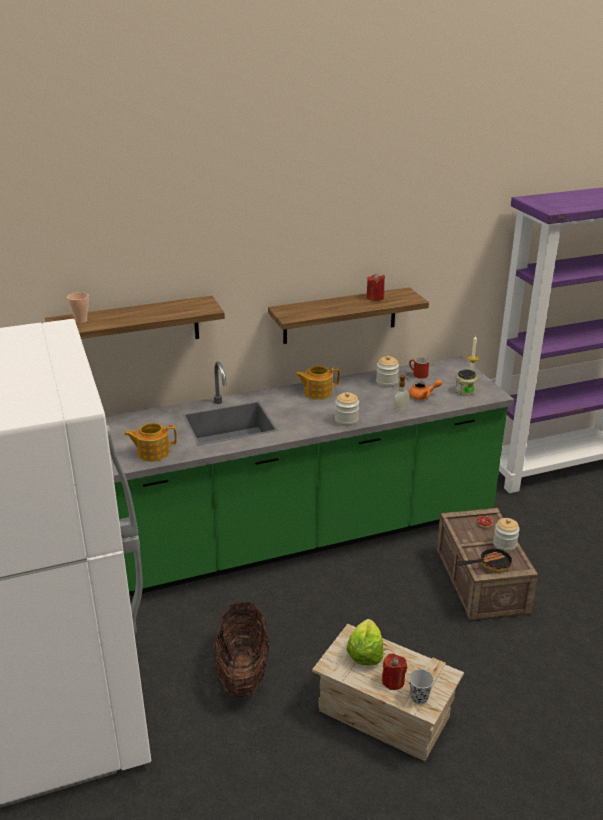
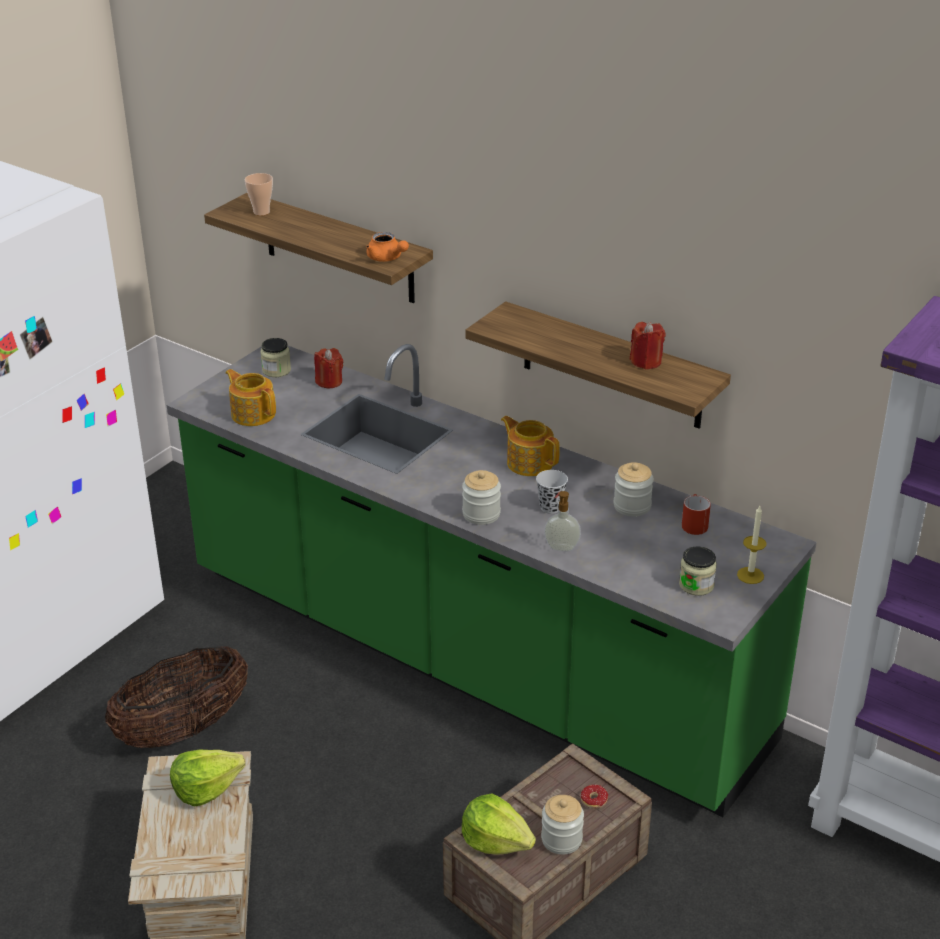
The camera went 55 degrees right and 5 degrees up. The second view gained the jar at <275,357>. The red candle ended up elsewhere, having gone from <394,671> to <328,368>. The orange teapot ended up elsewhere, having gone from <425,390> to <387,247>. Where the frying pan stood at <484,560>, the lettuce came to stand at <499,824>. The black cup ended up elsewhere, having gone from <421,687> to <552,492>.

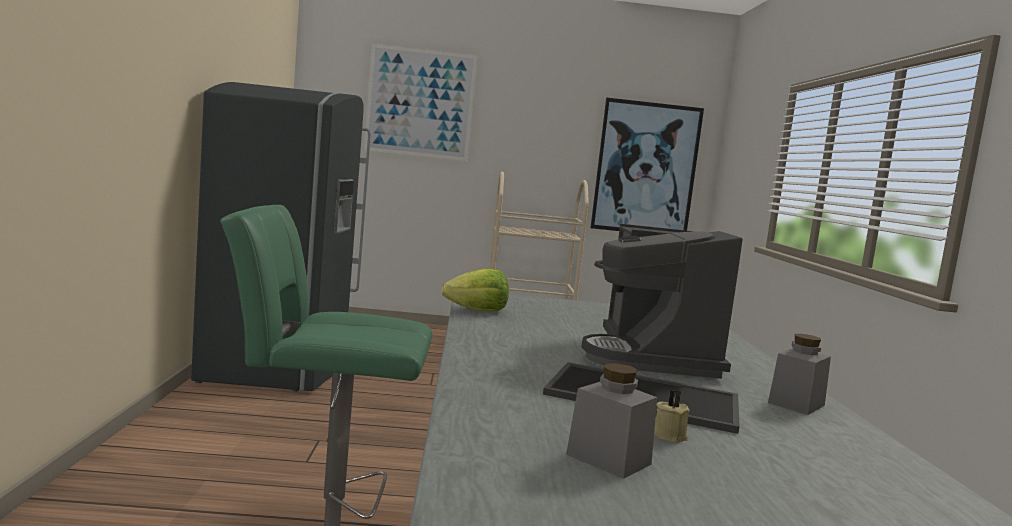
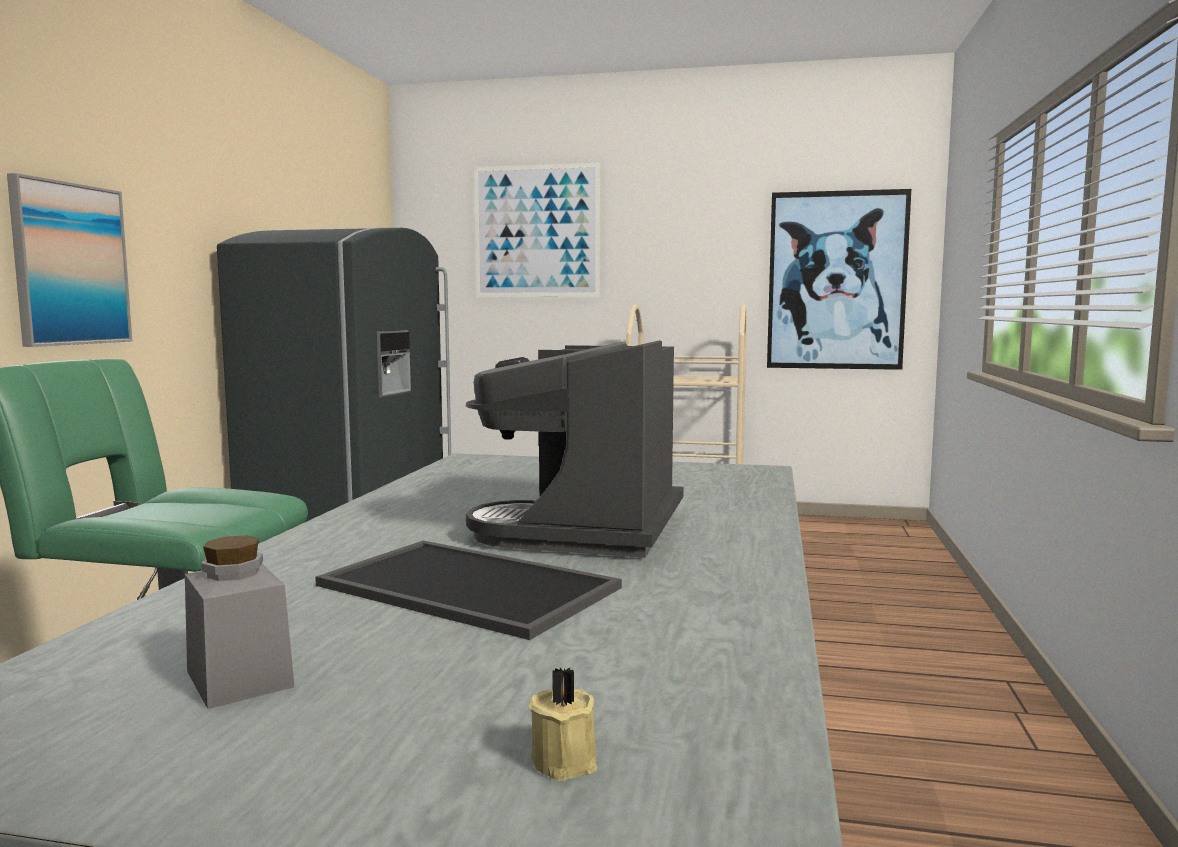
The camera went 15 degrees right and 0 degrees up. The second view gained the picture at <69,260>. The beige candle ended up elsewhere, having gone from <671,416> to <563,724>. The second view lost the lettuce at <475,290>. The second view lost the grey jar at <799,374>.

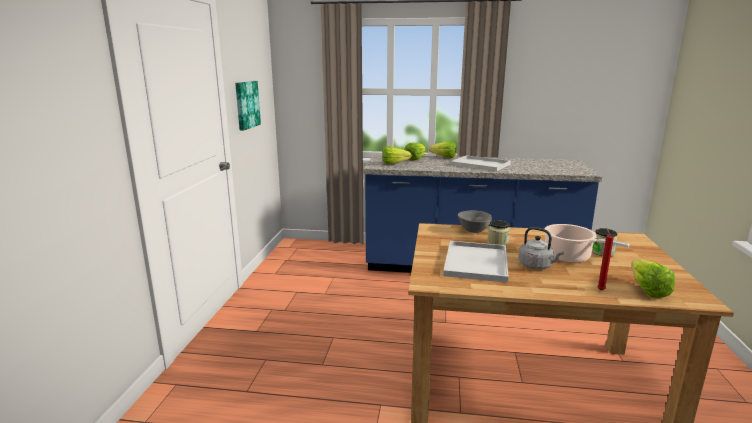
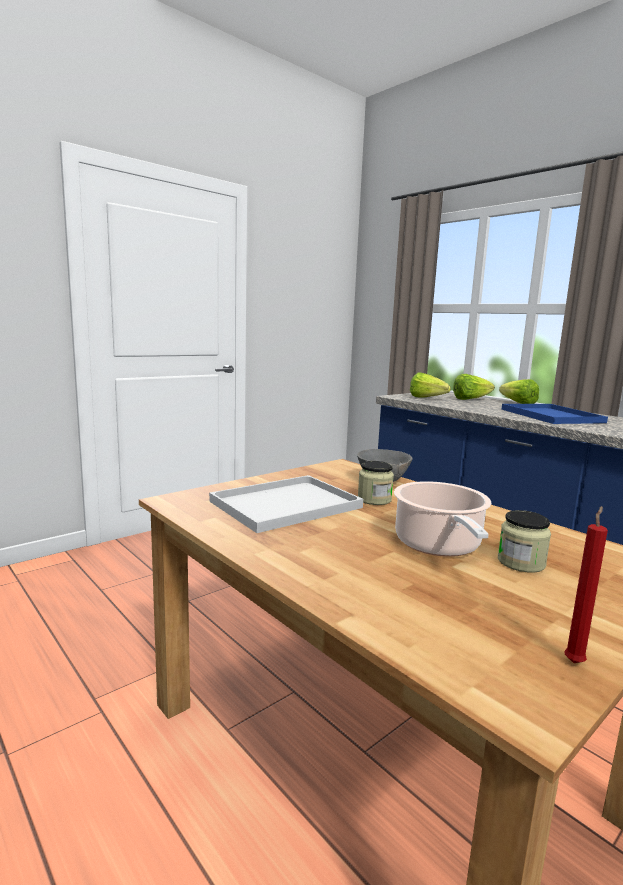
The camera went 40 degrees right and 5 degrees down. What was the white tray at <480,163> turned into the blue tray at <554,414>. The red candle ended up elsewhere, having gone from <605,259> to <586,584>. The second view lost the picture at <248,105>. The second view lost the grey kettle at <541,248>. The second view lost the lettuce at <653,278>.

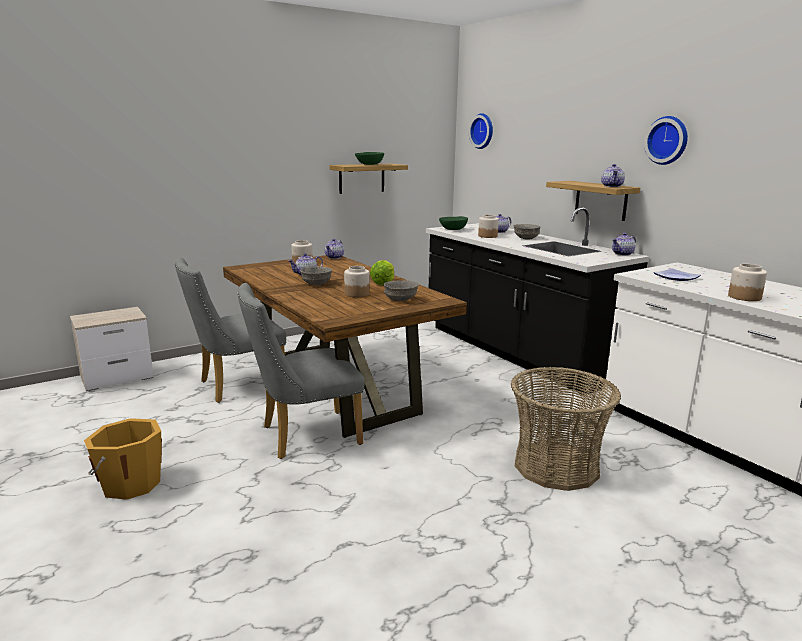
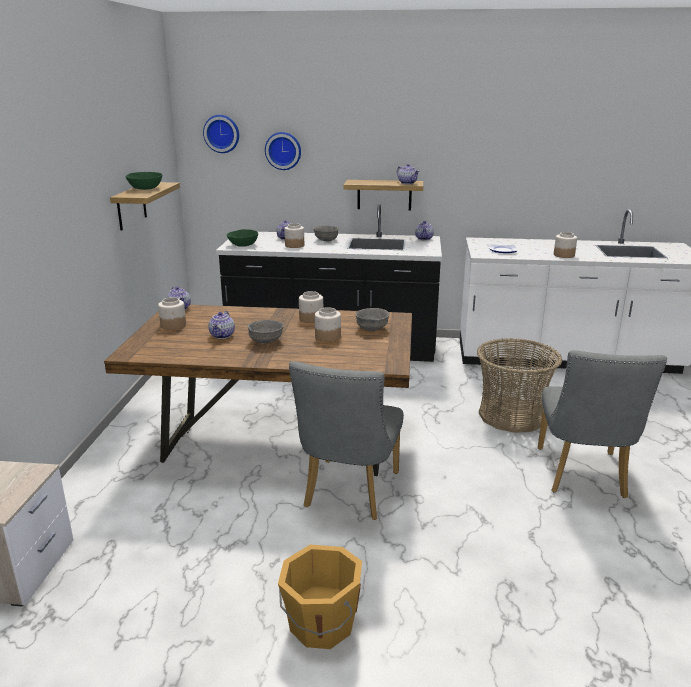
The camera went 50 degrees left and 5 degrees up. The wall clock ended up elsewhere, having gone from <666,140> to <283,151>. Where the lettuce stood at <382,272>, the jar came to stand at <311,307>. The grey chair ended up elsewhere, having gone from <230,330> to <602,424>.

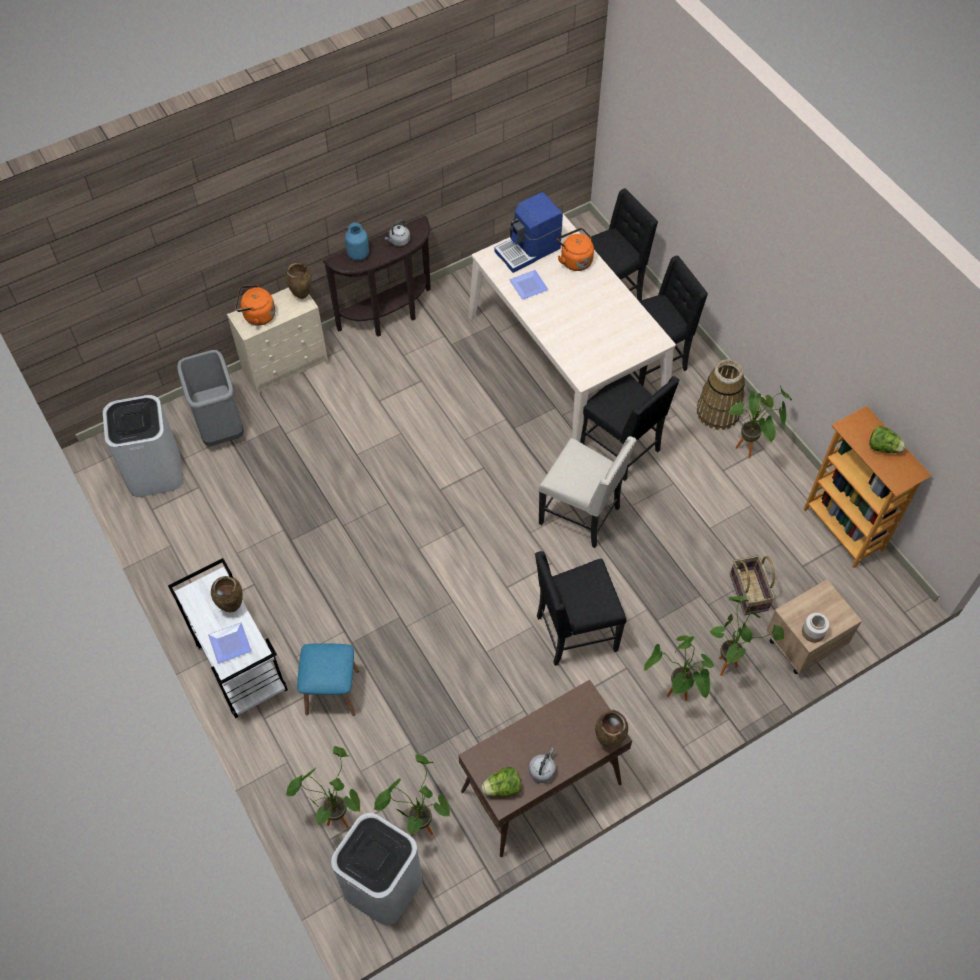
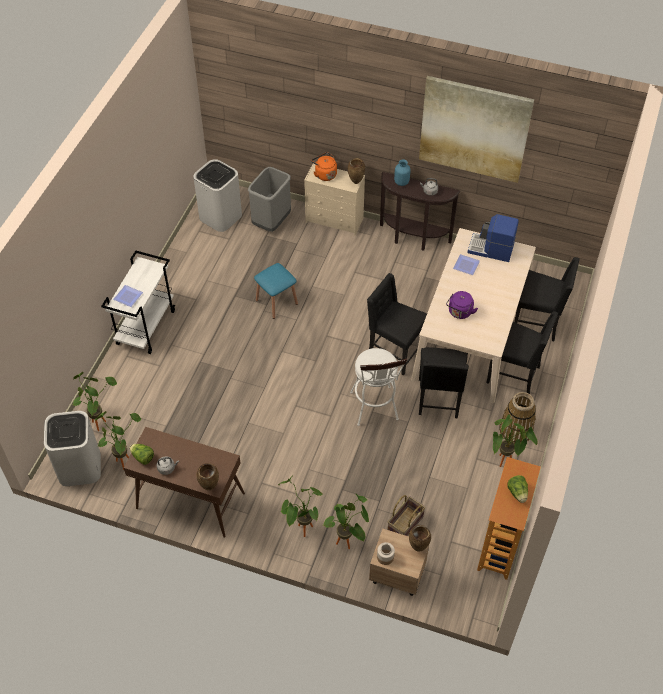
The camera went 50 degrees right and 5 degrees down. The blue stool ended up elsewhere, having gone from <328,679> to <276,291>. Where the beige chair stood at <587,492>, the white stool came to stand at <378,387>. The black chair ended up elsewhere, having gone from <580,608> to <397,324>. The brown vase ended up elsewhere, having gone from <227,594> to <420,538>. The second view gained the picture at <476,129>. The second view gained the purple kettle at <462,305>. The second view lost the orange kettle at <575,249>.

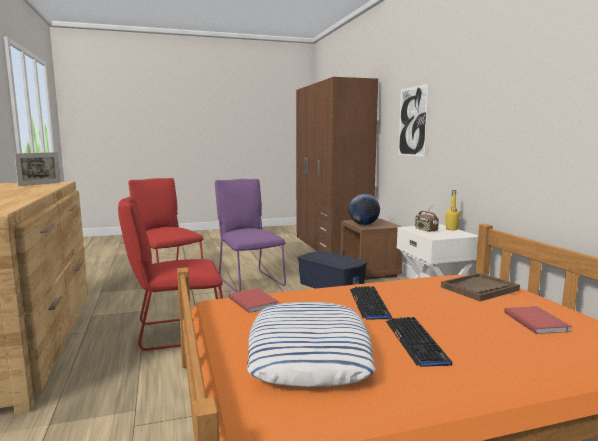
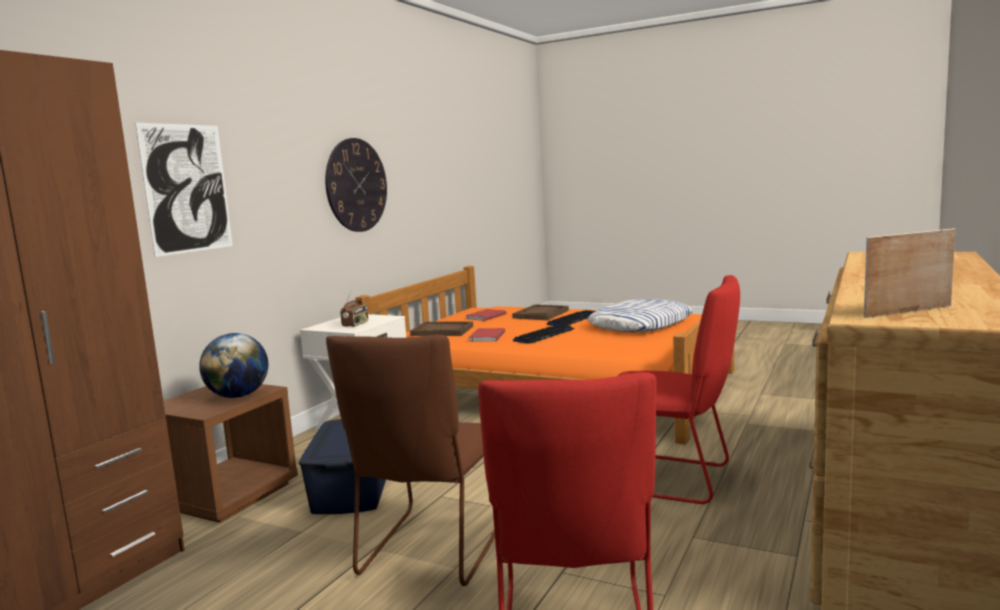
The camera went 135 degrees left and 0 degrees up. The second view gained the wall clock at <356,185>. What was the purple chair at <250,235> turned into the brown chair at <410,460>. The red book ended up elsewhere, having gone from <254,300> to <486,335>. The second view gained the brown tray at <540,312>. The second view lost the yellow bottle at <452,210>.

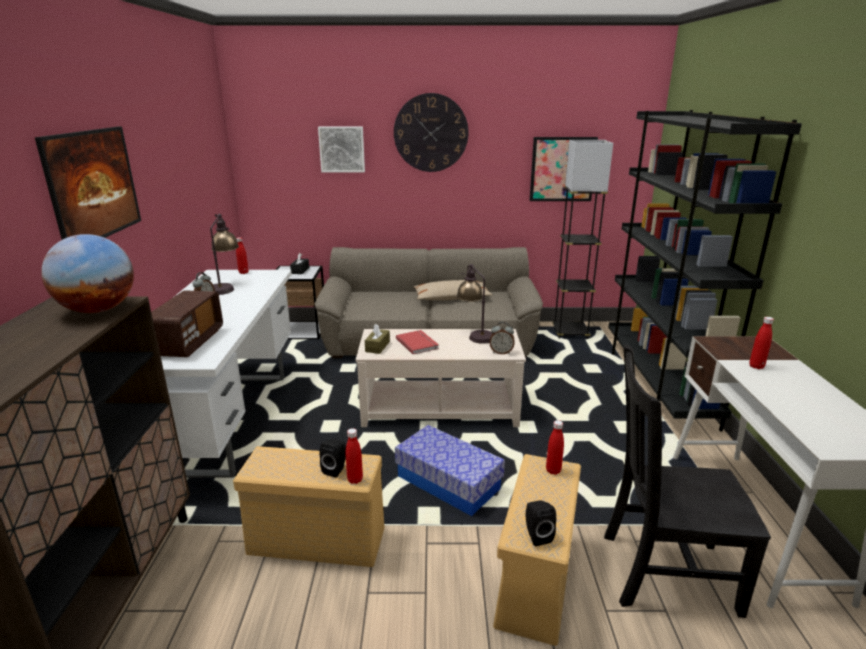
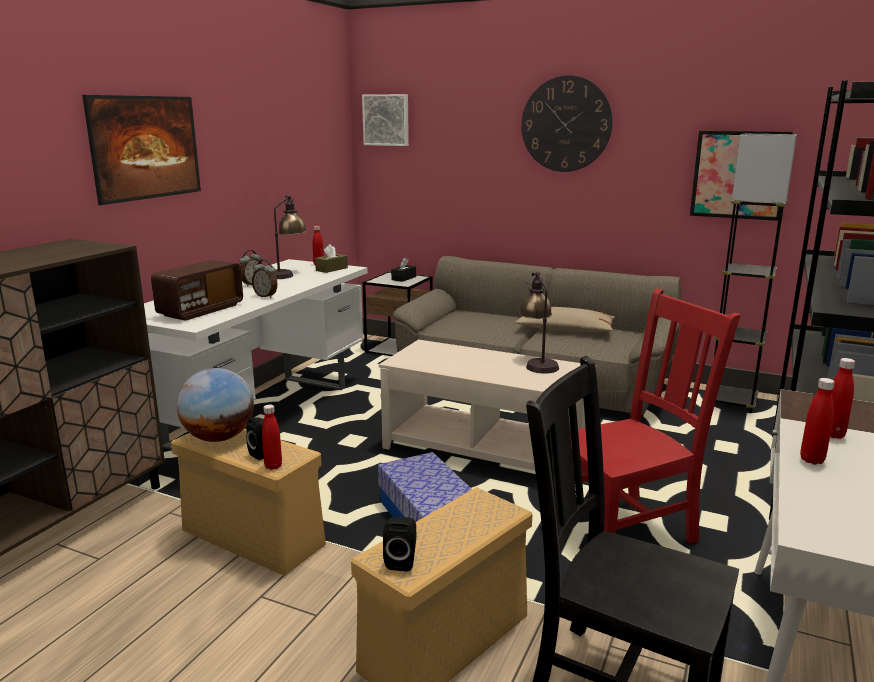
The camera went 25 degrees right and 5 degrees down. The globe ended up elsewhere, having gone from <87,273> to <215,405>. The alarm clock ended up elsewhere, having gone from <502,338> to <265,278>. The brown tissue box ended up elsewhere, having gone from <377,338> to <331,258>. The picture ended up elsewhere, having gone from <341,149> to <385,120>. The second view gained the red chair at <655,415>. The red bottle ended up elsewhere, having gone from <555,447> to <817,421>. The second view lost the red book at <417,342>.

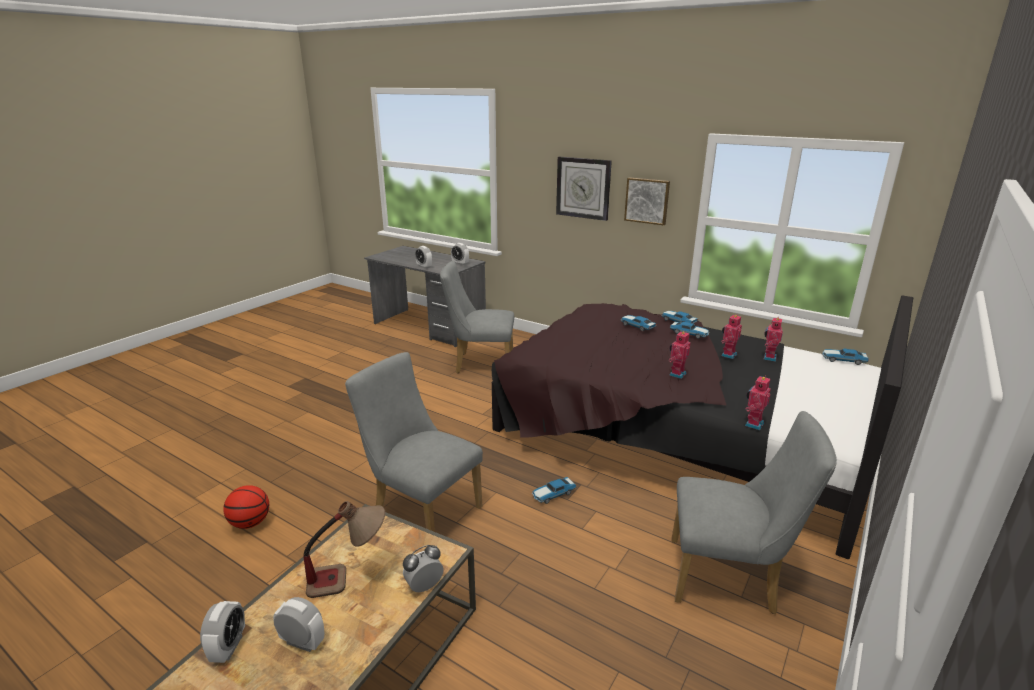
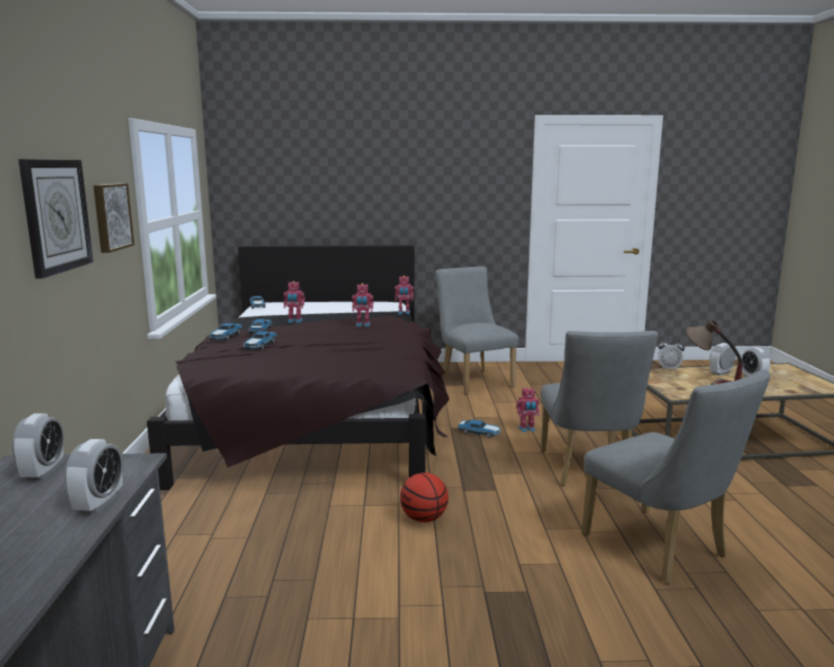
The camera went 125 degrees left and 10 degrees down. The basketball ended up elsewhere, having gone from <246,507> to <424,497>. The toy robot ended up elsewhere, having gone from <773,340> to <528,409>. The grey chair ended up elsewhere, having gone from <477,317> to <676,476>. The alarm clock ended up elsewhere, having gone from <222,632> to <723,359>.

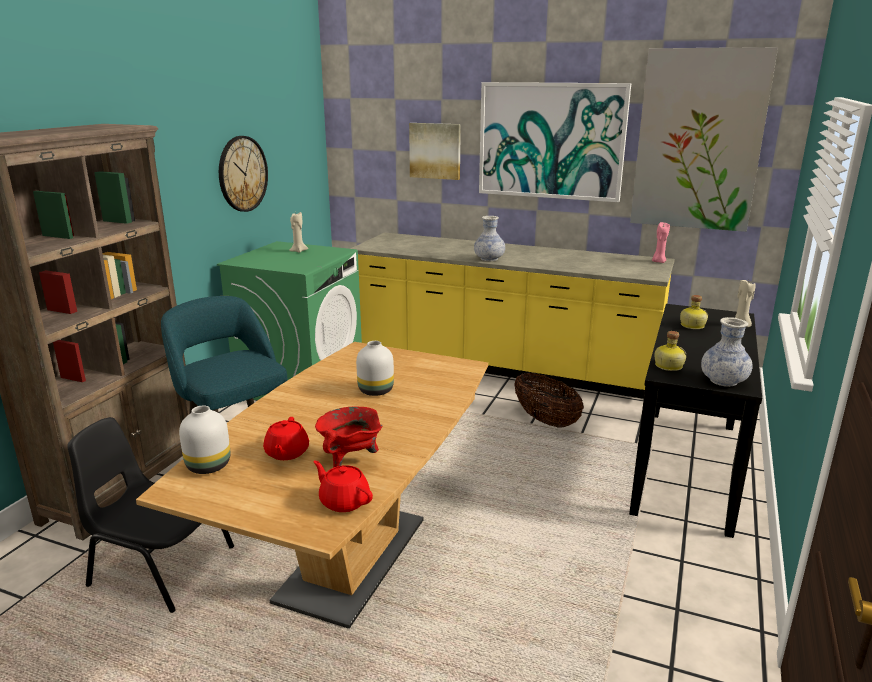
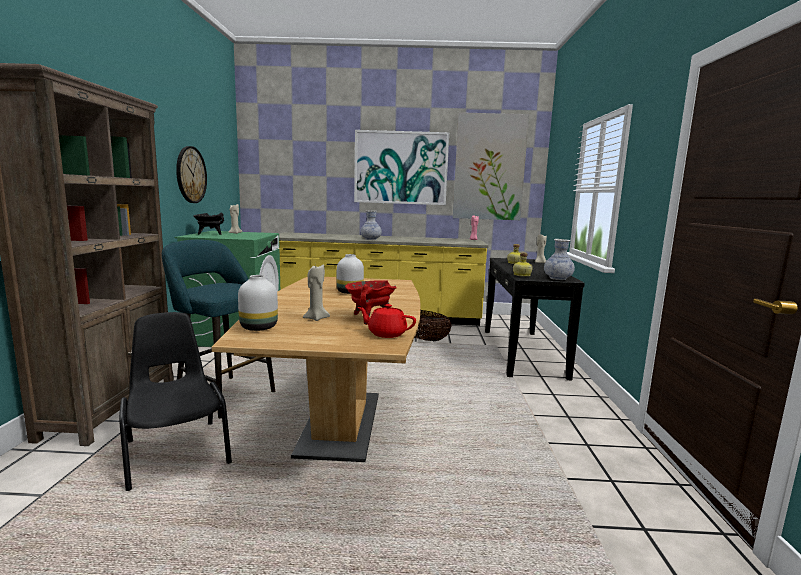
The camera went 20 degrees left and 10 degrees down. The black chair at <150,515> ended up facing another way, 60 degrees clockwise from before. The second view gained the black cooking pot at <208,224>. Where the red teapot stood at <286,438>, the beige candle came to stand at <316,293>. The second view lost the picture at <435,151>.

